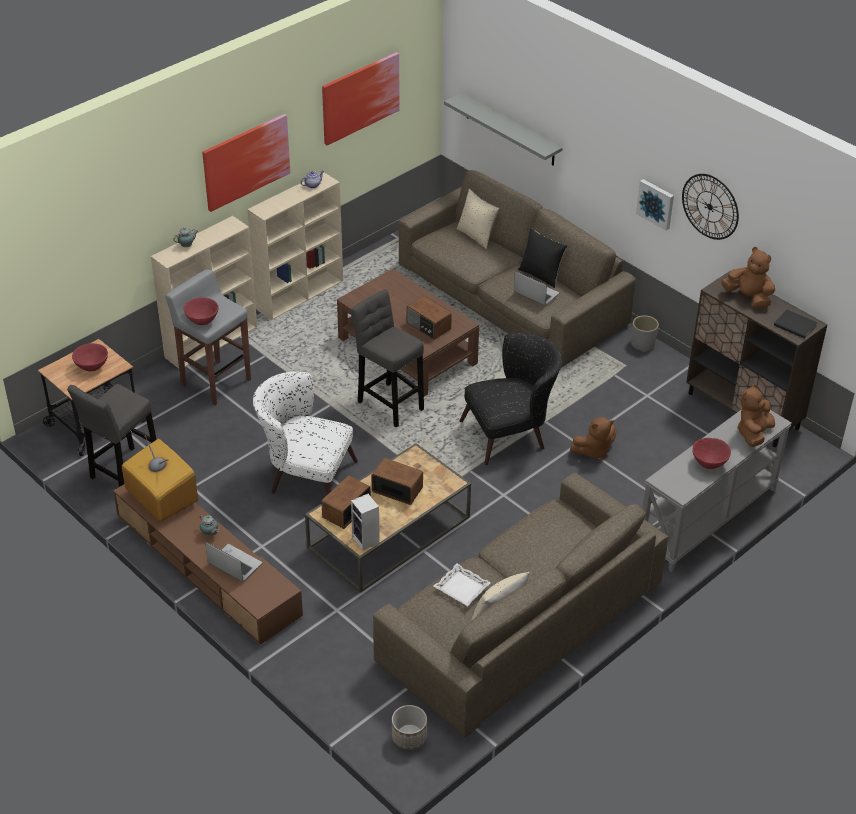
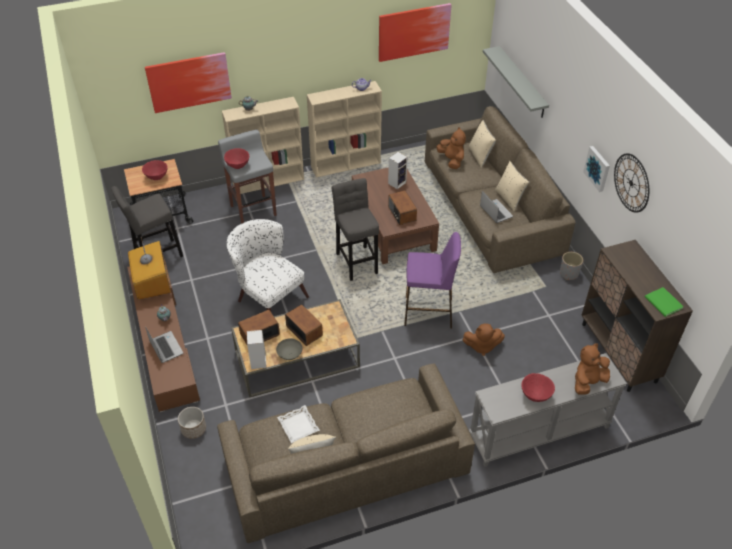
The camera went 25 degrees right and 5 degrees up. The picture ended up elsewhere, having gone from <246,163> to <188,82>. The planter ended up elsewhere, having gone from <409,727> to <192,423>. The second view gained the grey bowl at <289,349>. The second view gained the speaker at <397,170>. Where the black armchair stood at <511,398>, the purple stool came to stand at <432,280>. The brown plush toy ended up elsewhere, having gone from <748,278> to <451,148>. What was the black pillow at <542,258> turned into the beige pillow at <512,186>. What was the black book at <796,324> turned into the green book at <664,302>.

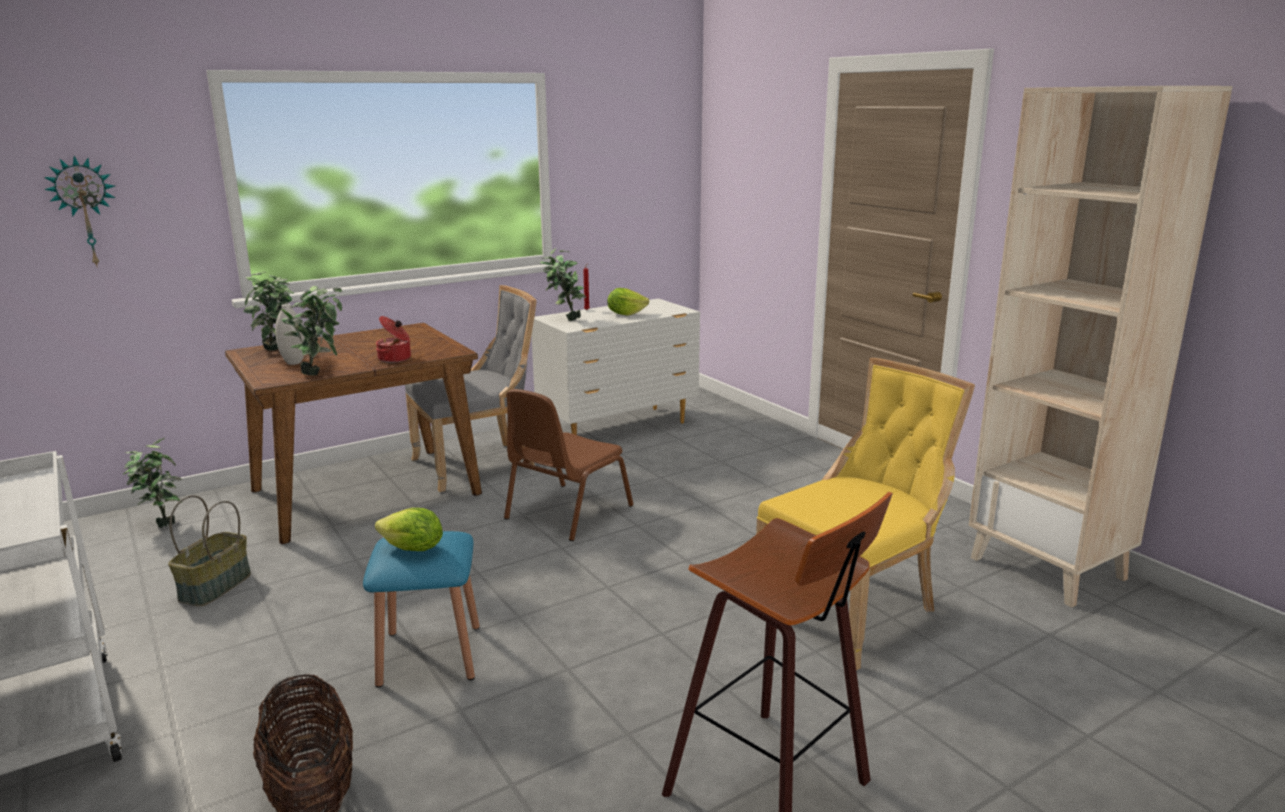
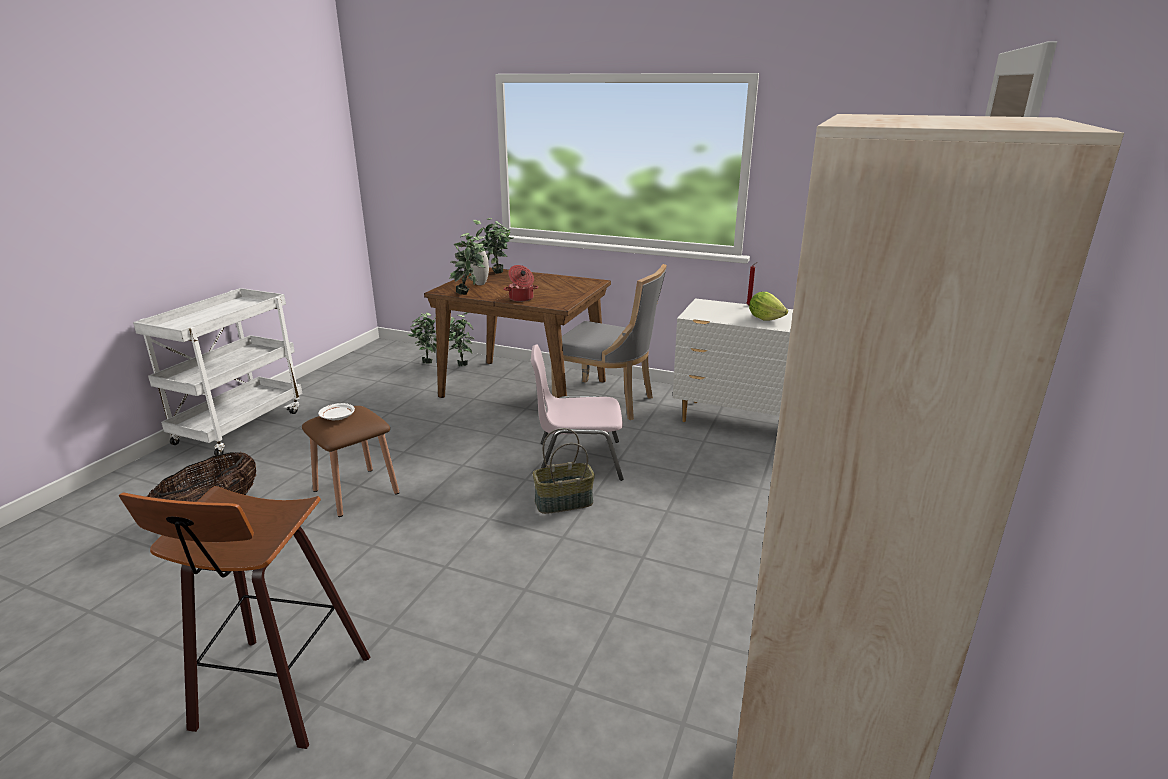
The camera went 55 degrees right and 5 degrees up. What was the blue stool at <421,609> turned into the brown stool at <350,461>. Where the lettuce stood at <409,529>, the white plate came to stand at <336,411>. The potted plant ended up elsewhere, having gone from <563,284> to <462,339>. What was the brown chair at <568,465> turned into the pink chair at <577,412>. The basket ended up elsewhere, having gone from <209,550> to <564,471>. The second view lost the wall clock at <79,212>. The second view lost the yellow chair at <865,514>.

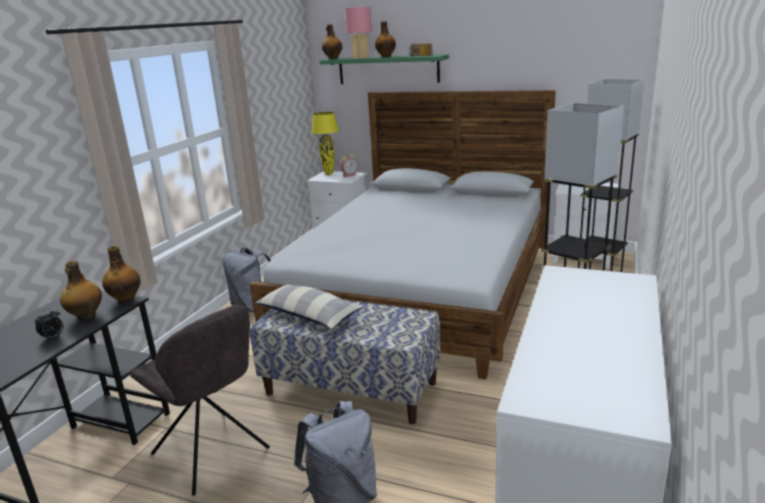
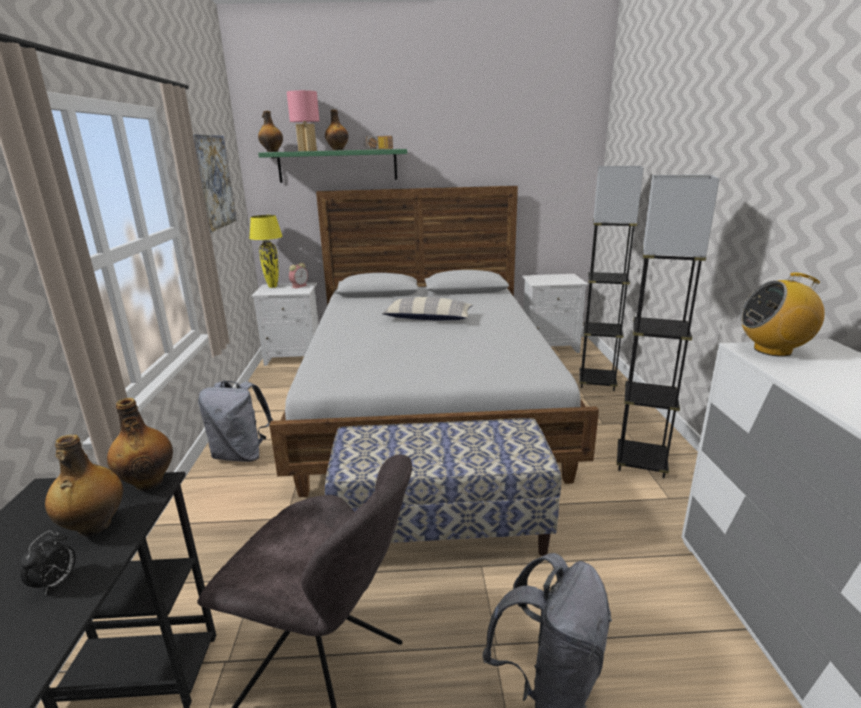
The camera went 25 degrees left and 0 degrees up. The second view gained the picture at <215,183>. The pillow ended up elsewhere, having gone from <309,306> to <427,308>. The second view gained the radio at <782,314>.

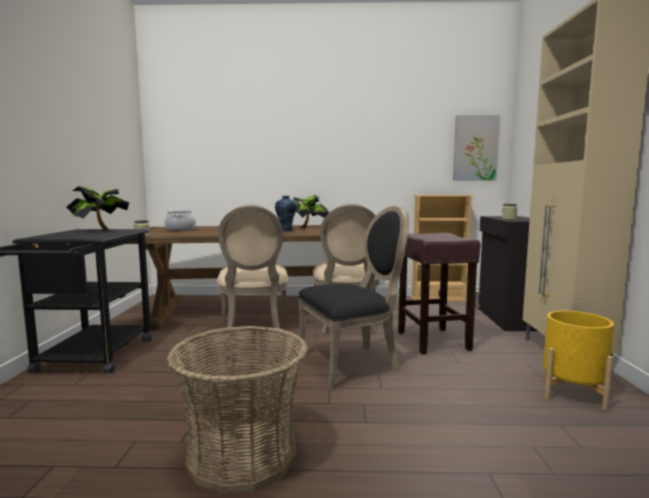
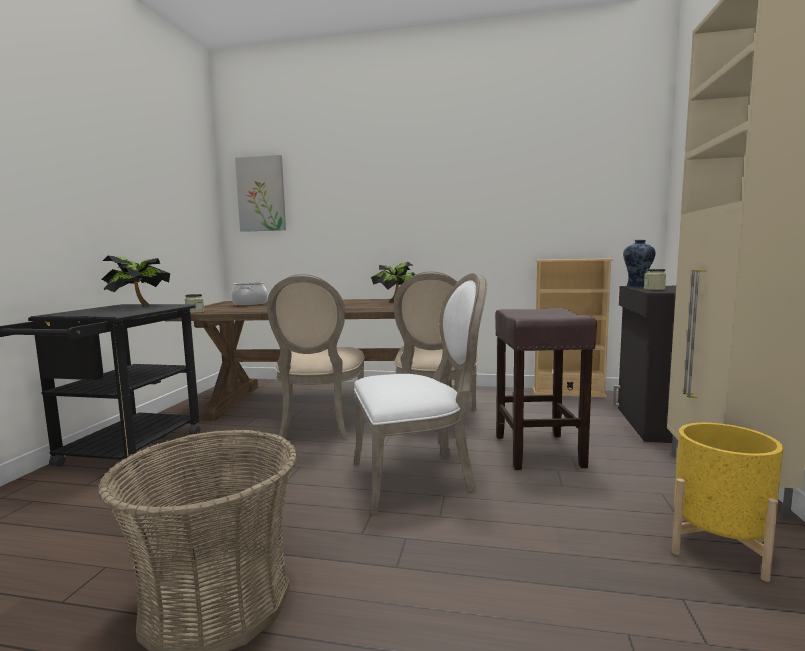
The camera went 10 degrees right and 0 degrees up. The picture ended up elsewhere, having gone from <476,147> to <260,193>. What was the black chair at <353,298> turned into the white chair at <420,393>. The vase ended up elsewhere, having gone from <286,214> to <639,263>.

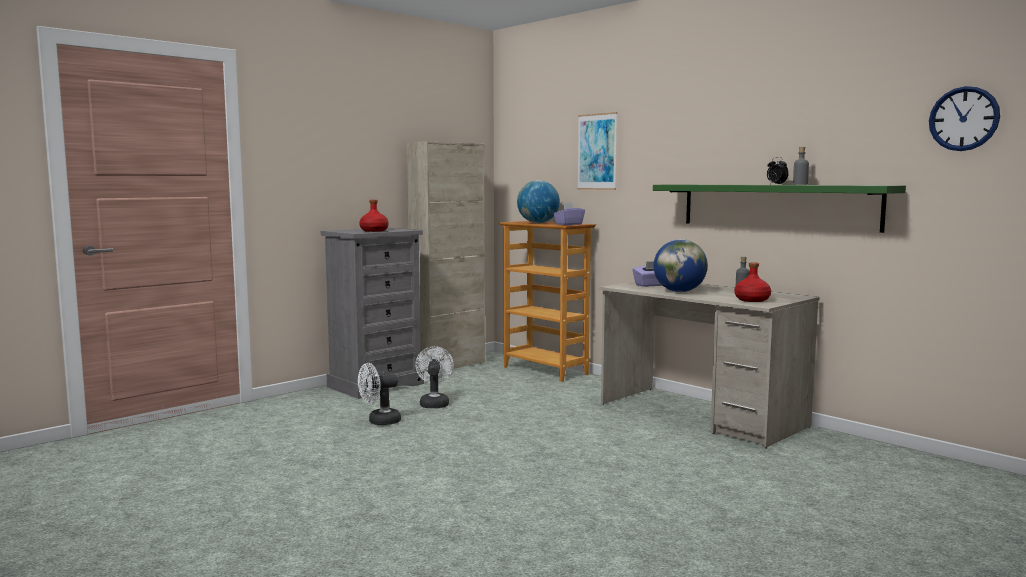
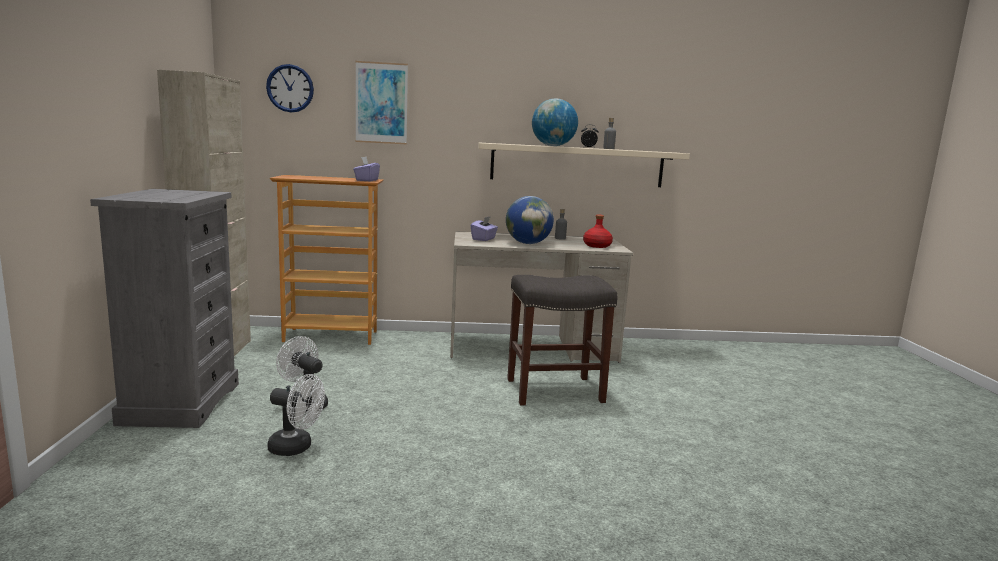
The camera went 50 degrees left and 5 degrees up. The wall clock ended up elsewhere, having gone from <964,118> to <290,88>. The white fan at <379,394> ended up facing another way, 90 degrees counterclockwise from before. What was the green shelf at <779,209> turned into the beige shelf at <584,165>. The second view gained the grey stool at <562,340>. The globe ended up elsewhere, having gone from <538,201> to <555,122>. The second view lost the red bottle at <374,216>.

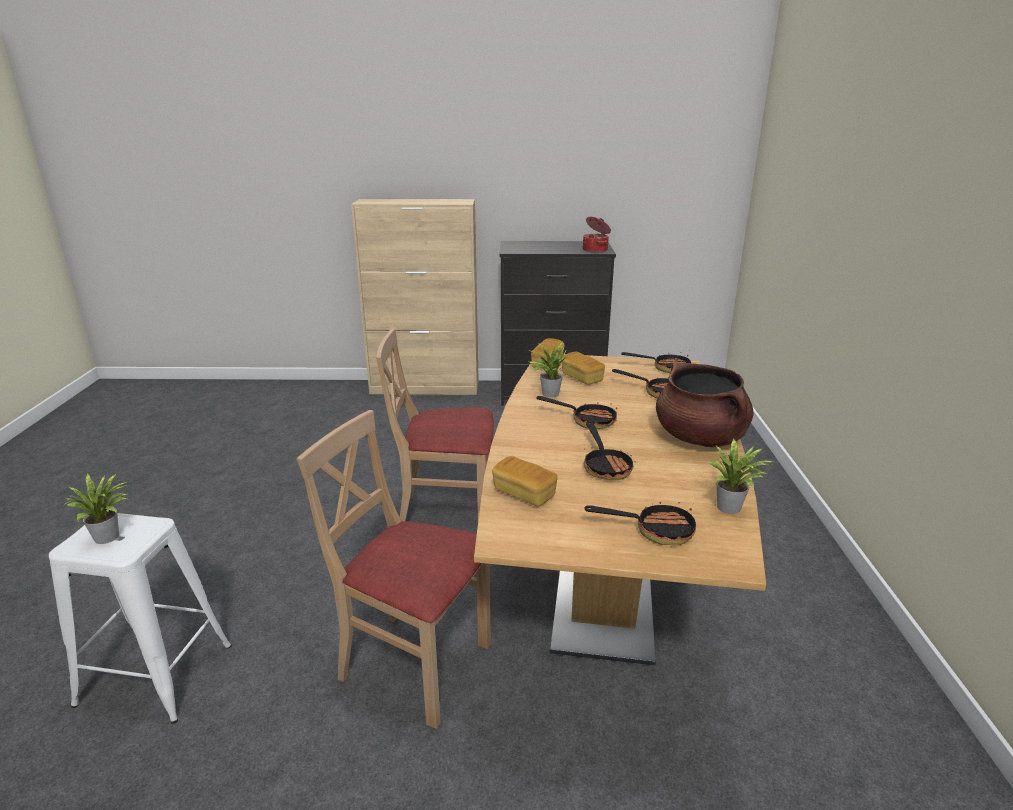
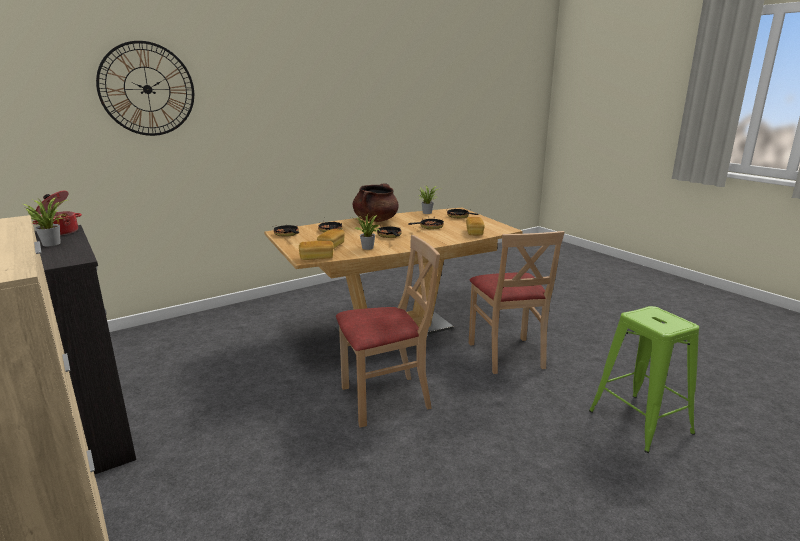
The camera went 125 degrees left and 5 degrees down. The potted plant ended up elsewhere, having gone from <96,509> to <45,221>. The second view gained the wall clock at <145,88>. The beige chair at <435,424> ended up facing another way, 75 degrees counterclockwise from before. What was the white stool at <140,618> turned into the green stool at <644,379>.

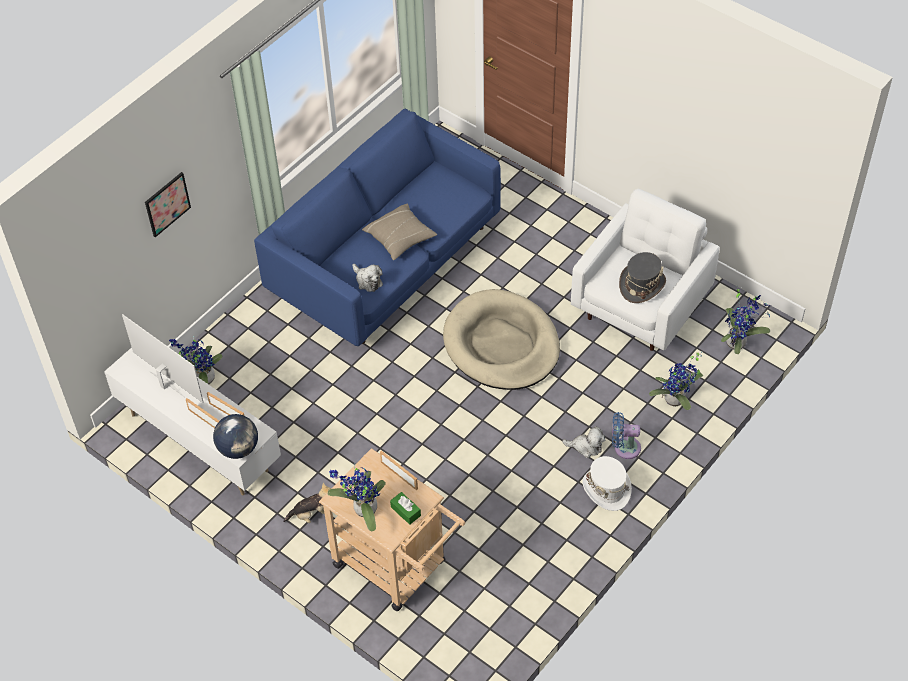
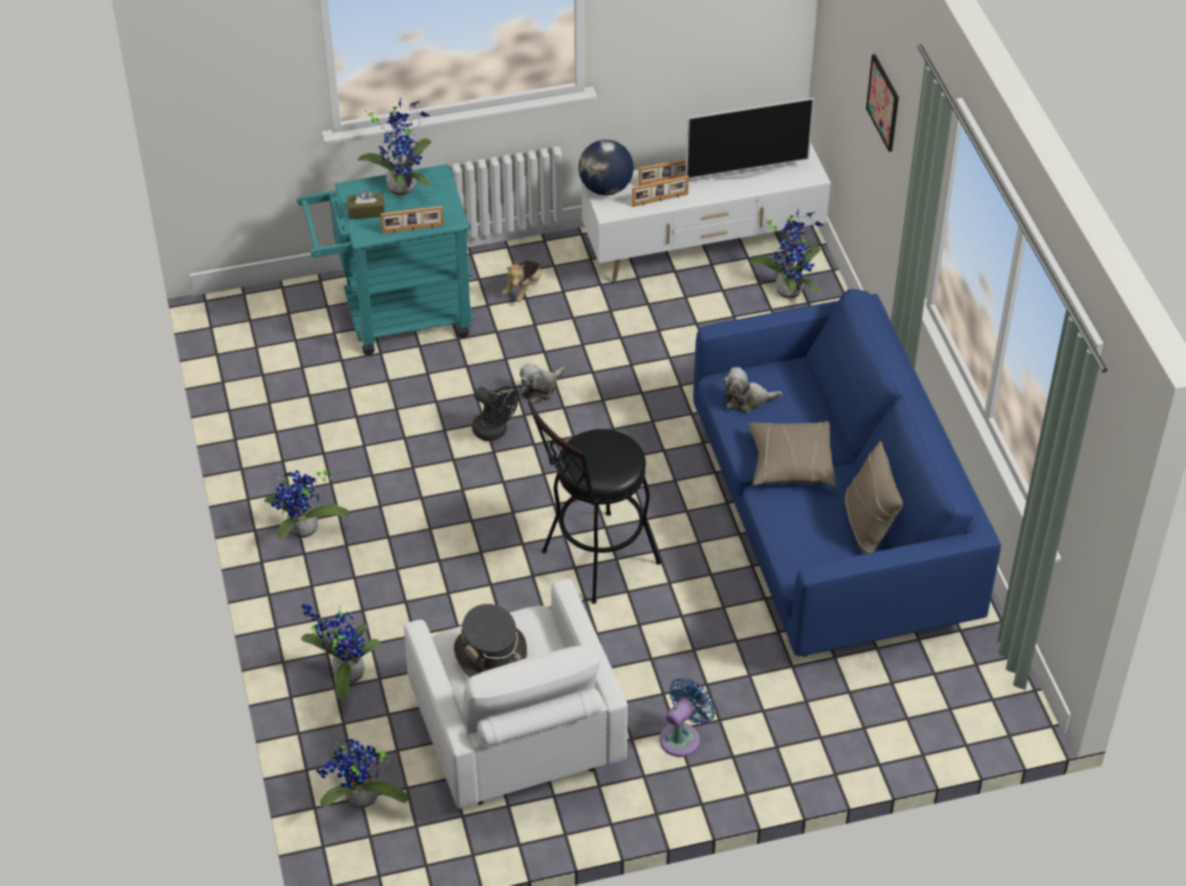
The camera went 125 degrees right and 5 degrees down. Where the white hat stood at <607,483>, the potted plant came to stand at <307,504>. What was the beige cart at <392,529> turned into the turquoise cart at <386,259>. What was the green tissue box at <405,508> turned into the brown tissue box at <366,204>. The second view gained the black fan at <495,413>. The plush toy ended up elsewhere, having gone from <584,442> to <542,384>. Where the beige dog bed stood at <501,339>, the black stool came to stand at <594,502>. The blue fan ended up elsewhere, having gone from <626,435> to <688,717>. The second view gained the beige pillow at <873,497>.

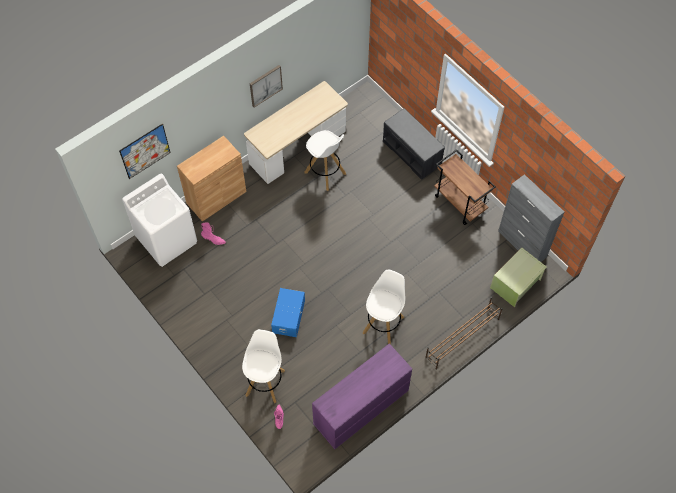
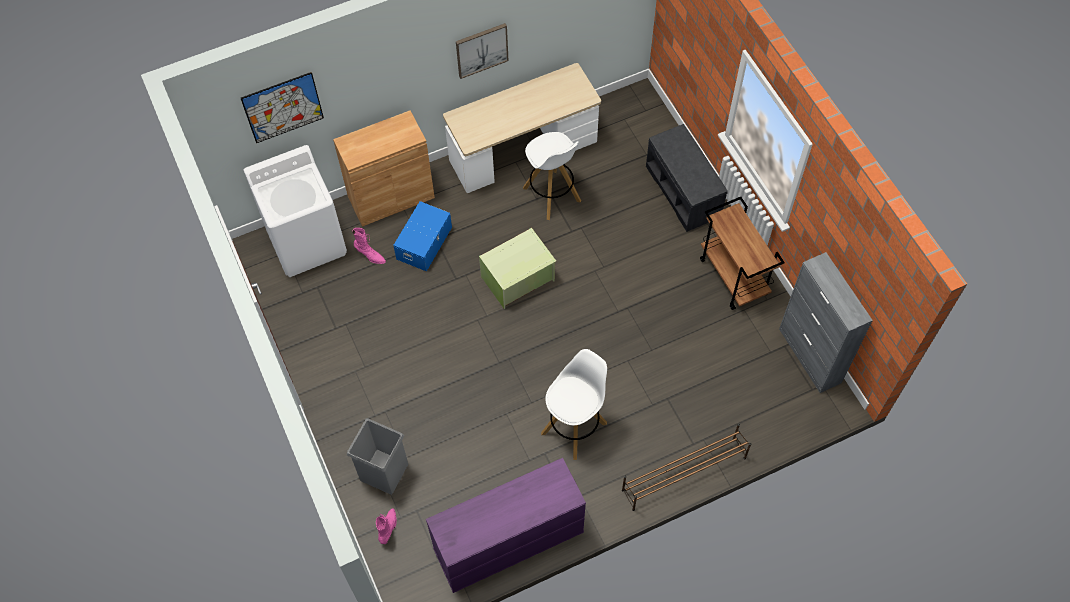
The camera went 15 degrees right and 0 degrees up. Where the white stool stood at <263,366>, the grey trash can came to stand at <377,456>. The blue storage box ended up elsewhere, having gone from <288,312> to <422,236>. The green storage box ended up elsewhere, having gone from <518,277> to <517,268>.

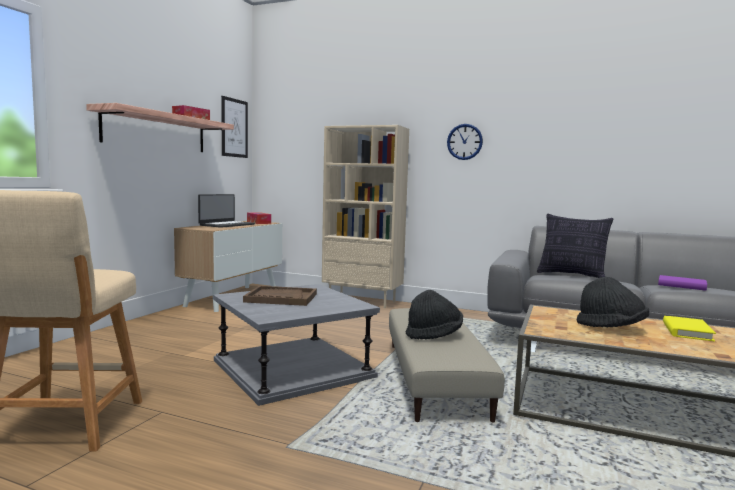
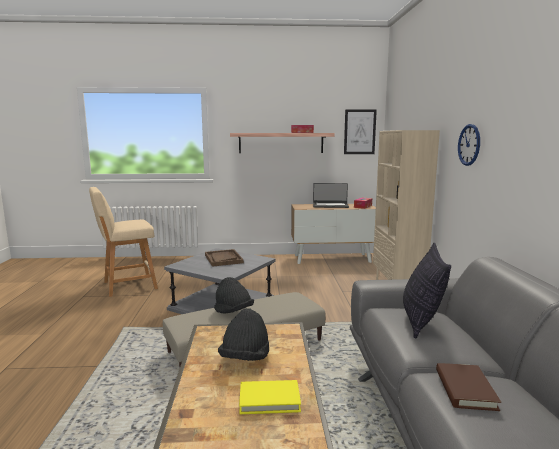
The camera went 65 degrees right and 5 degrees up. What was the purple book at <682,283> turned into the brown book at <468,387>.

